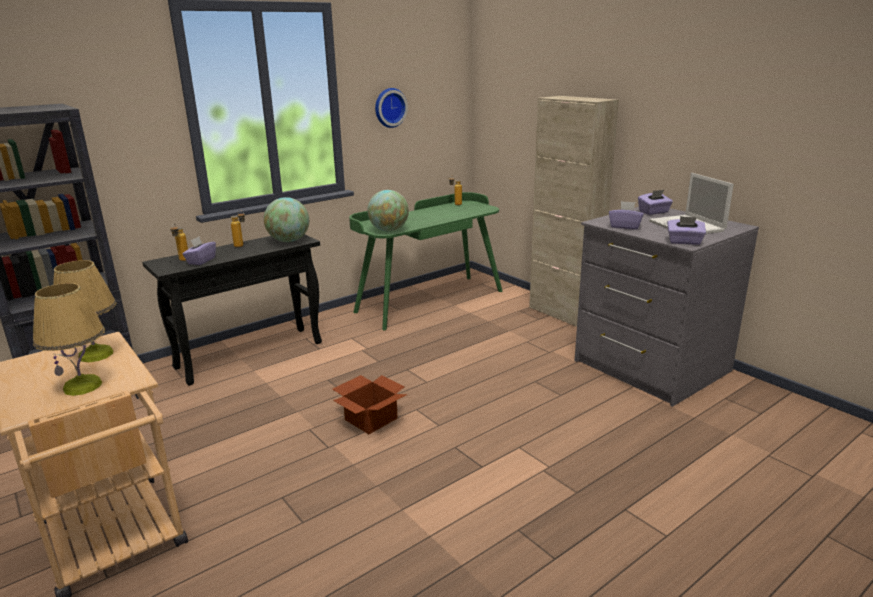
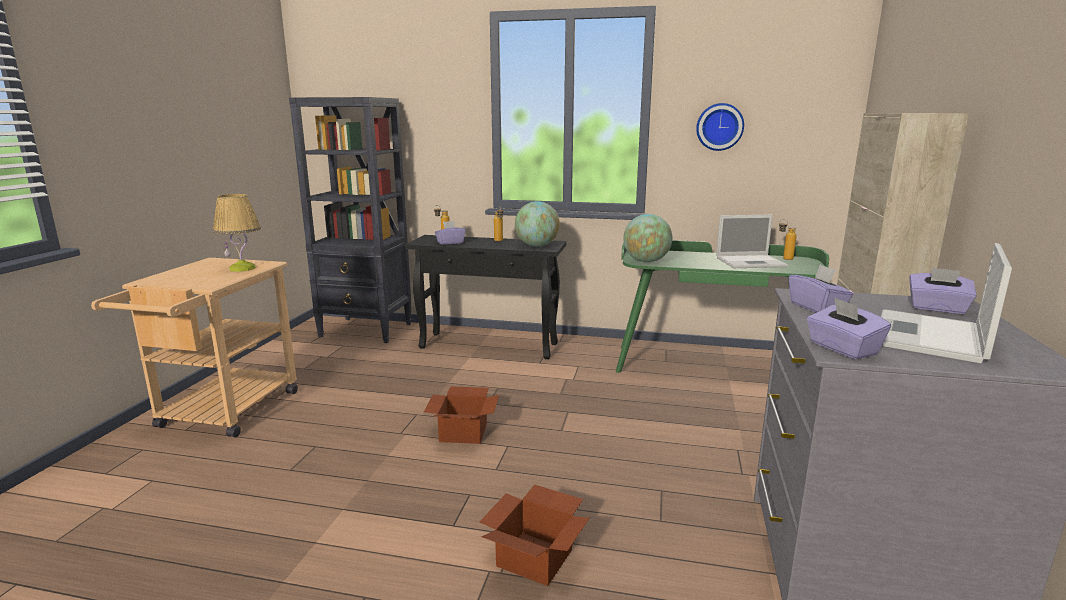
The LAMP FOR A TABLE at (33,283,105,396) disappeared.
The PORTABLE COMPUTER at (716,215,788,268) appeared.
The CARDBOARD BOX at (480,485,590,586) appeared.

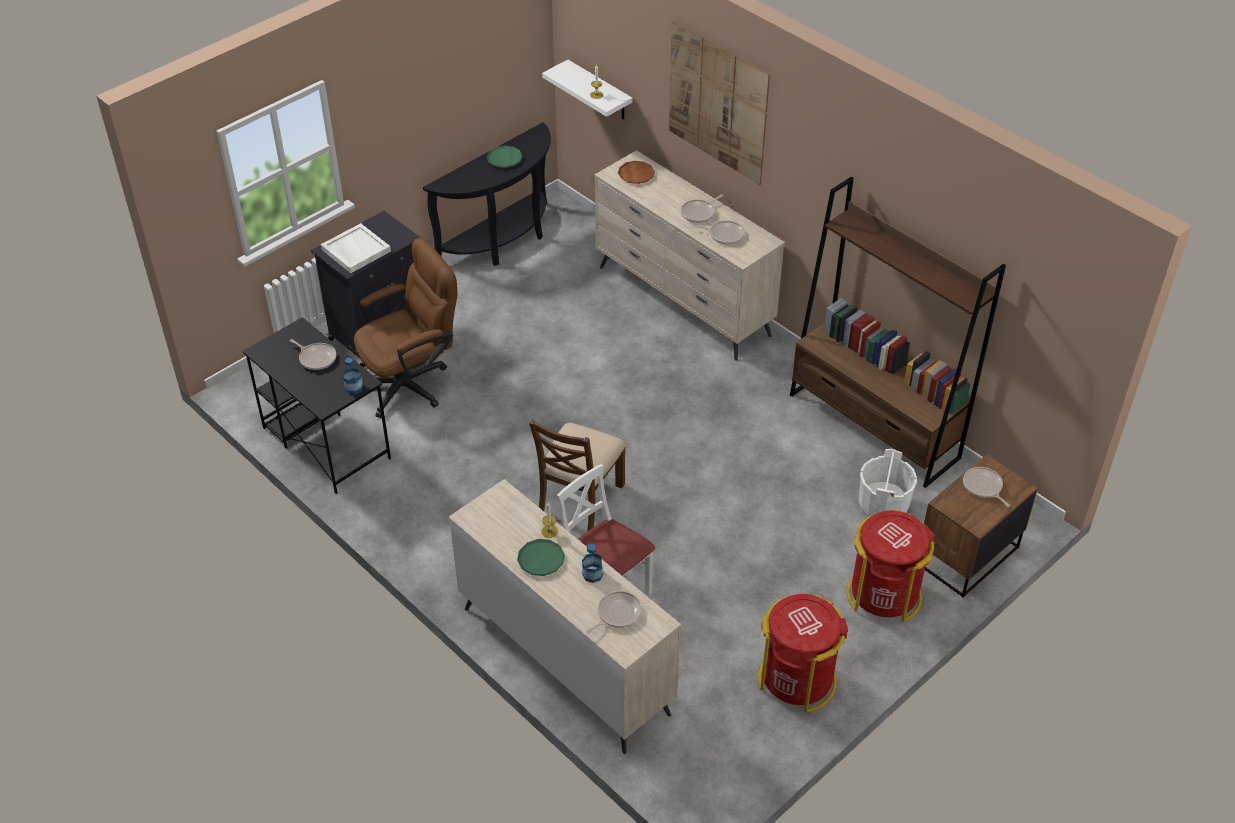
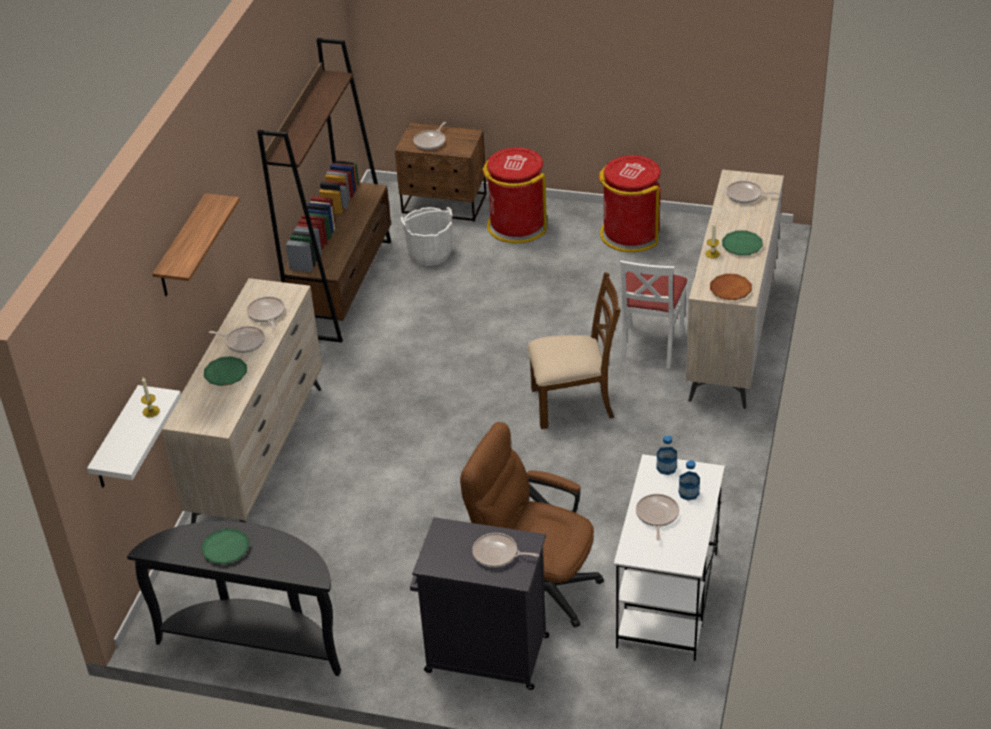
The WALL ART at (669,22,770,185) was replaced by the BRACKET SHELF at (152,193,240,296).
The BROWNISH FLAT DISH moved from (618,161,655,184) to (710,274,752,300).
The WHITE SERVING TRAY at (321,223,391,273) was replaced by the FRYING PAN at (472,533,539,568).
The BLACK DESK TABLE at (242,317,391,494) became the WHITE DESK TABLE at (614,454,725,661).
The BOTTLE moved from (582,544,603,583) to (679,460,700,501).
The GREEN-COLOURED FLAT DISH at (204,356,247,386) appeared.

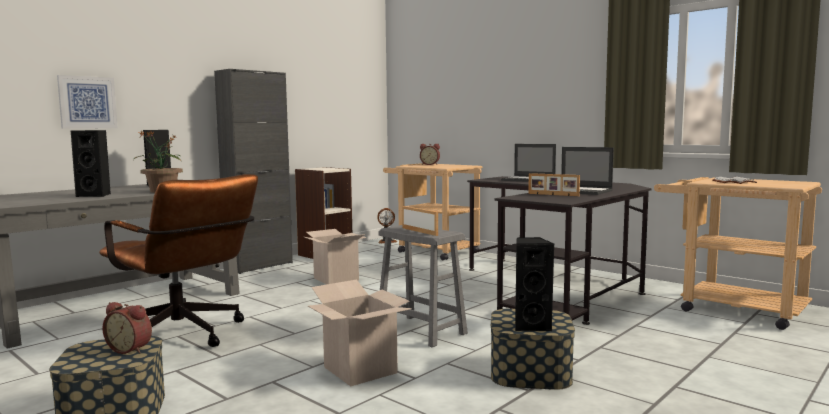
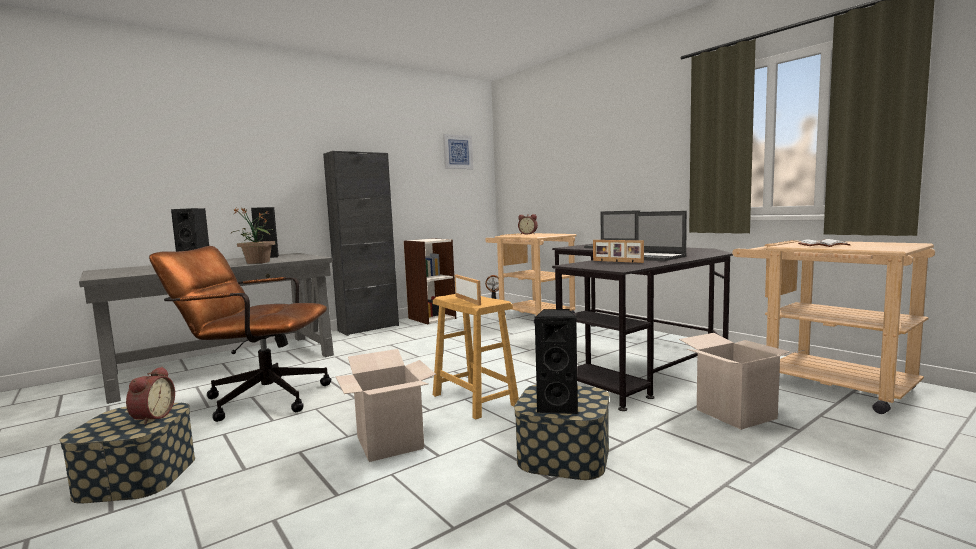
The WALL ART moved from (57,75,118,129) to (443,134,473,169).
The BROWNISH DESK CHAIR at (99,174,258,347) turned 135 degrees clockwise.
The GREY STOOL SEAT at (379,225,468,347) became the BROWNISH STOOL SEAT at (433,294,519,420).
The CARDBOARD BOX moved from (305,229,367,284) to (679,333,805,430).
The ALARM CLOCK at (103,302,152,354) turned 120 degrees counterclockwise.

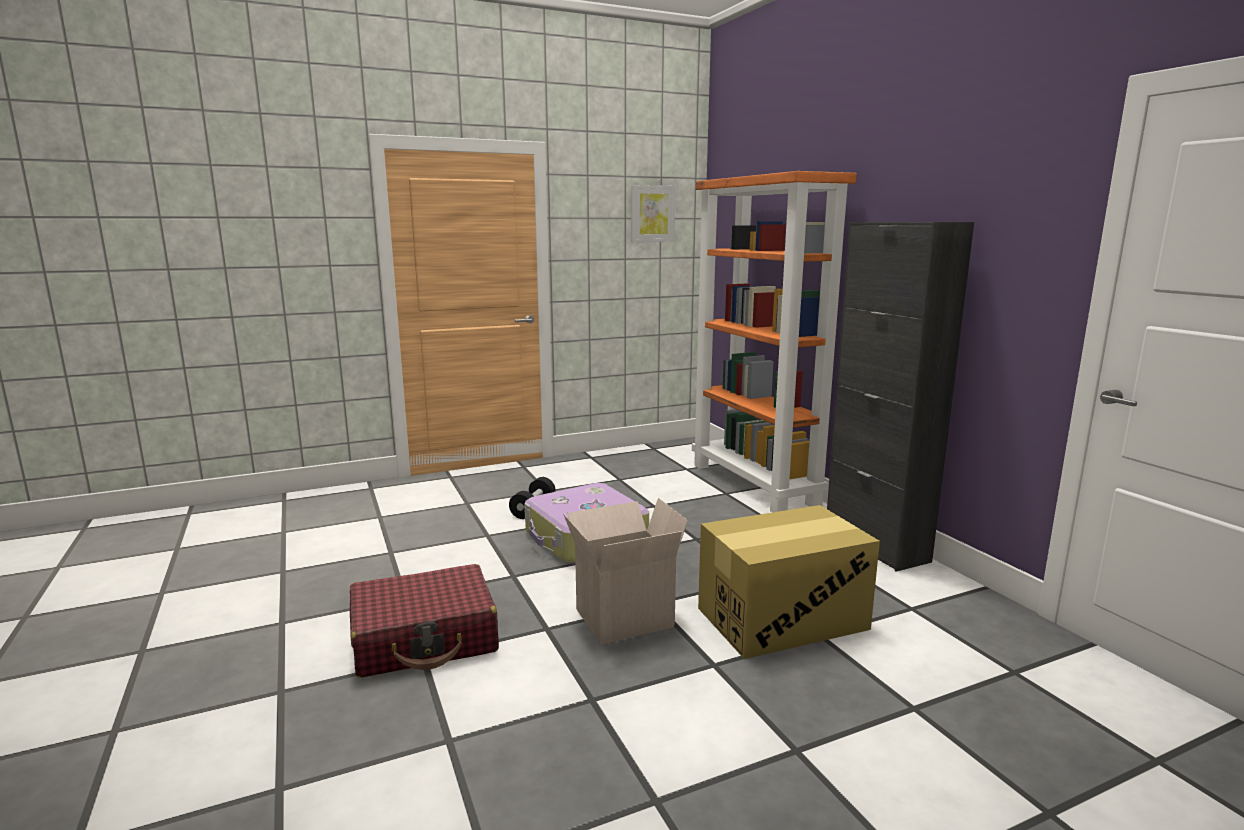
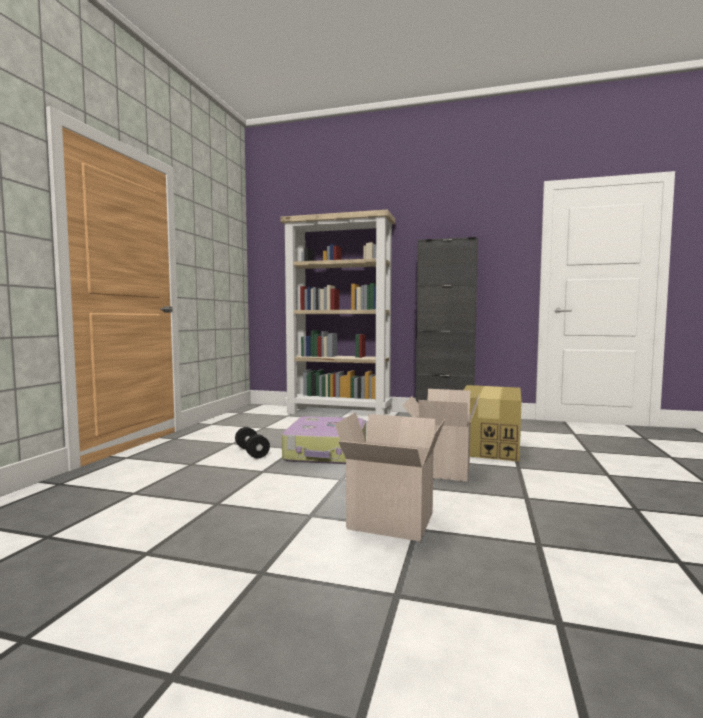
The ORANGE-COLOURED SHELVING UNIT at (692,171,857,512) became the BEIGE SHELVING UNIT at (280,210,395,415).
The WALL ART at (631,185,676,242) disappeared.
The REDDISH TRAVEL CASE at (350,564,499,678) was replaced by the CARDBOARD BOX at (335,412,445,541).

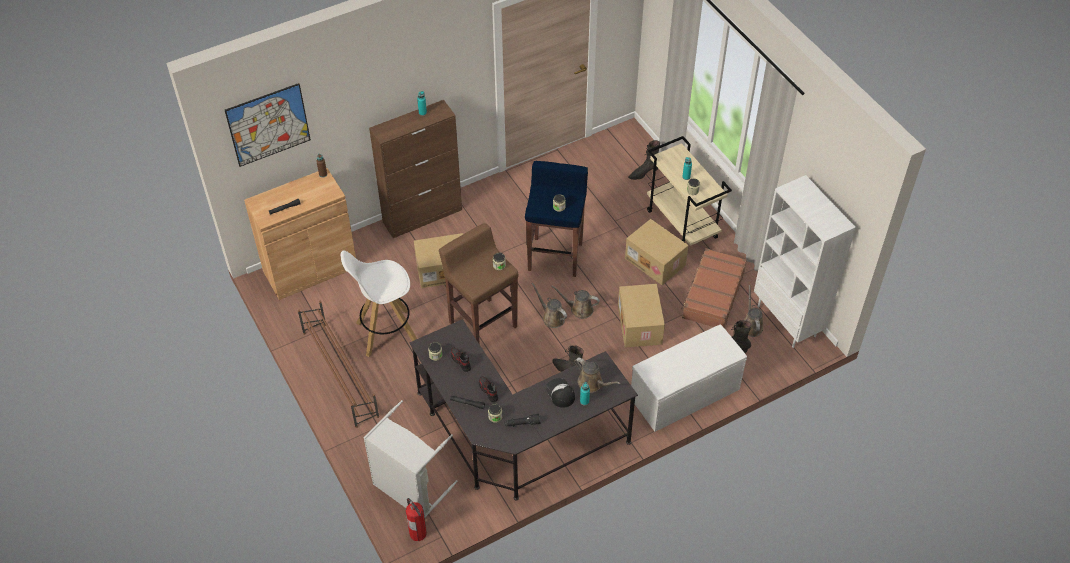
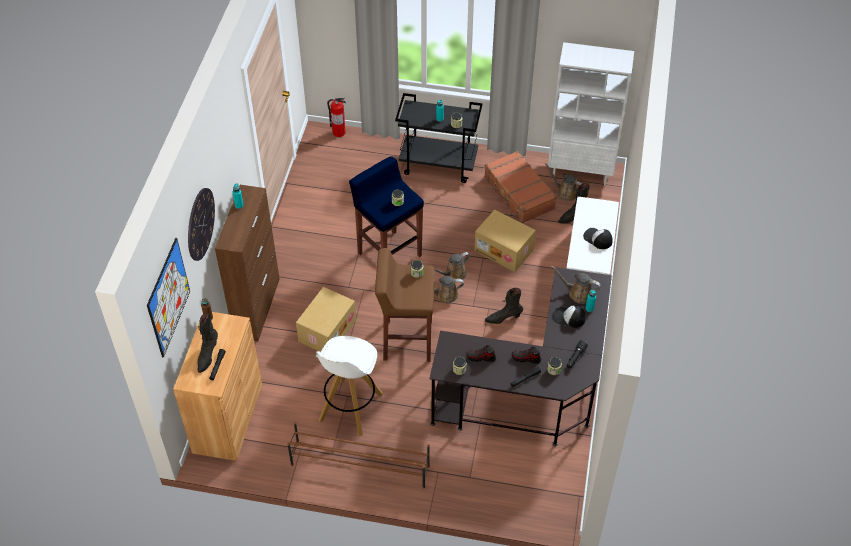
The BEIGE CART at (647,136,732,246) became the BLACK CART at (395,93,483,183).
The BLACK TALL BOOT moved from (628,140,660,180) to (198,314,218,373).
The CARDBOARD BOX at (625,219,689,285) disappeared.
The BROWNISH SPRINKLING CAN at (575,357,620,393) turned 150 degrees counterclockwise.
The GREY LAUNDRY BASKET at (363,400,458,518) disappeared.
The EXTINGUISHER moved from (406,498,427,541) to (327,98,346,137).
The WALL CLOCK at (188,188,215,261) appeared.
The CAP at (583,228,613,249) appeared.

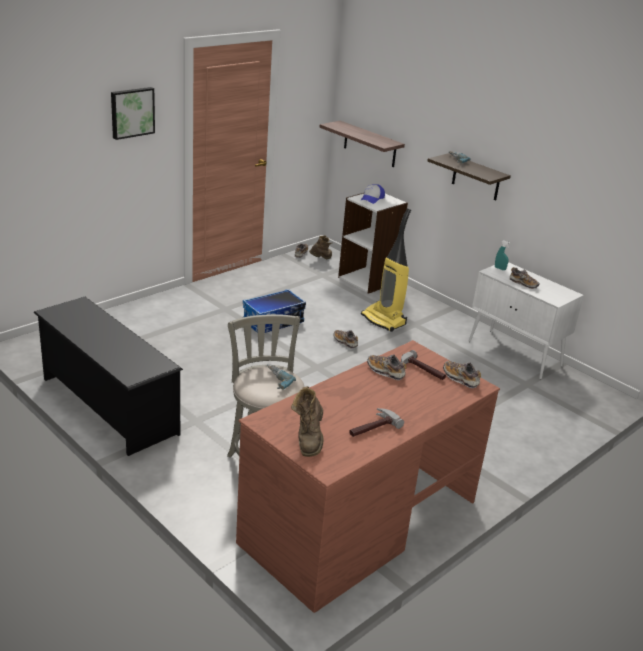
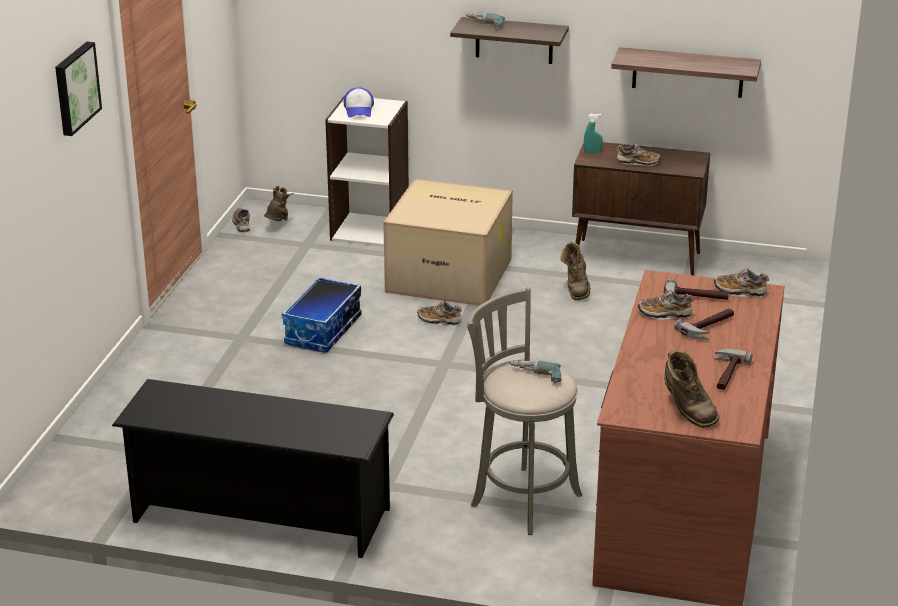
The BRACKET SHELF moved from (319,121,405,167) to (611,47,761,98).
The HOOVER at (361,208,411,332) was replaced by the CARDBOARD BOX at (383,179,513,306).
The WHITE STORAGE CABINET at (469,262,584,379) became the BROWNISH STORAGE CABINET at (572,142,710,275).
The BROWNISH TALL BOOT at (560,242,590,300) appeared.
The HAMMER at (674,308,734,340) appeared.

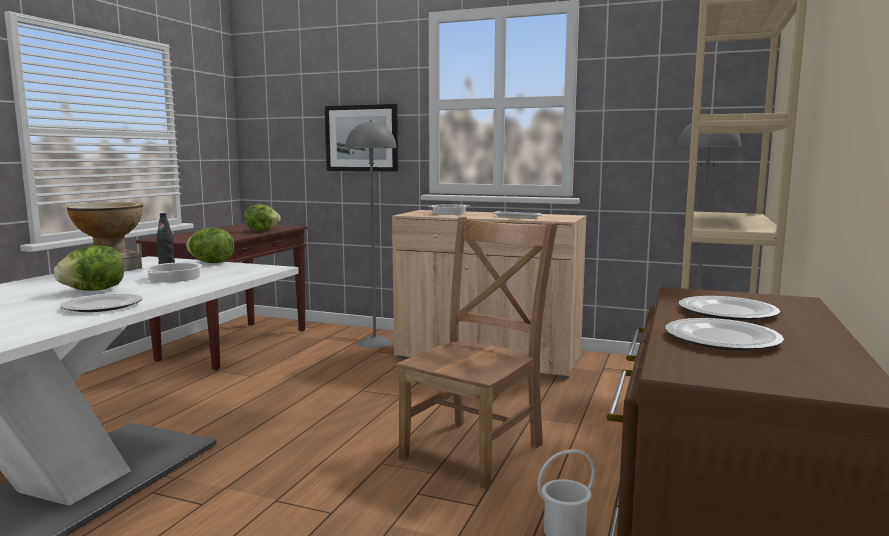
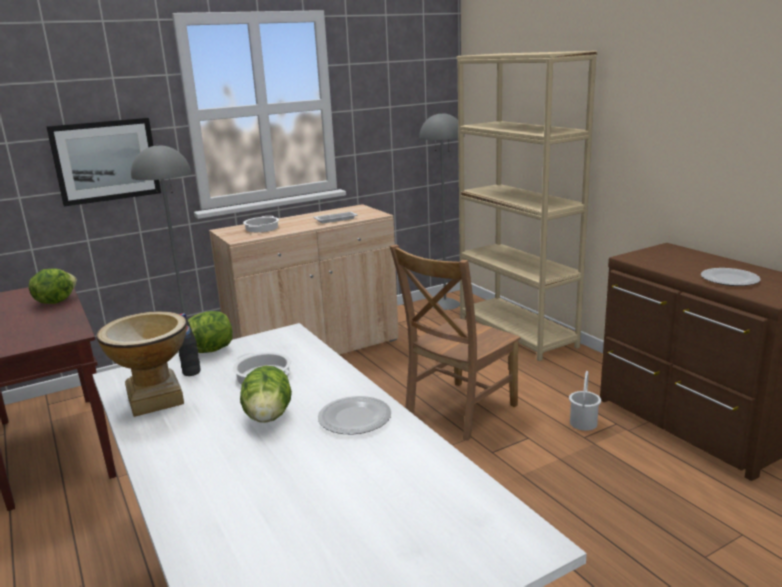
The BROWNISH UPRIGHT CHAIR at (396,217,558,489) turned 120 degrees counterclockwise.
The FLAT DISH at (679,296,780,321) disappeared.

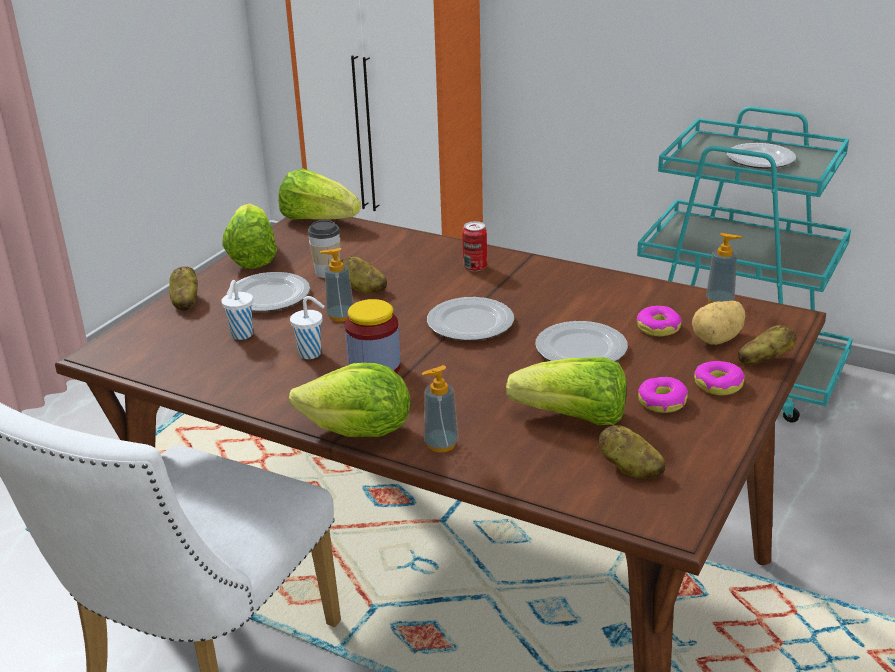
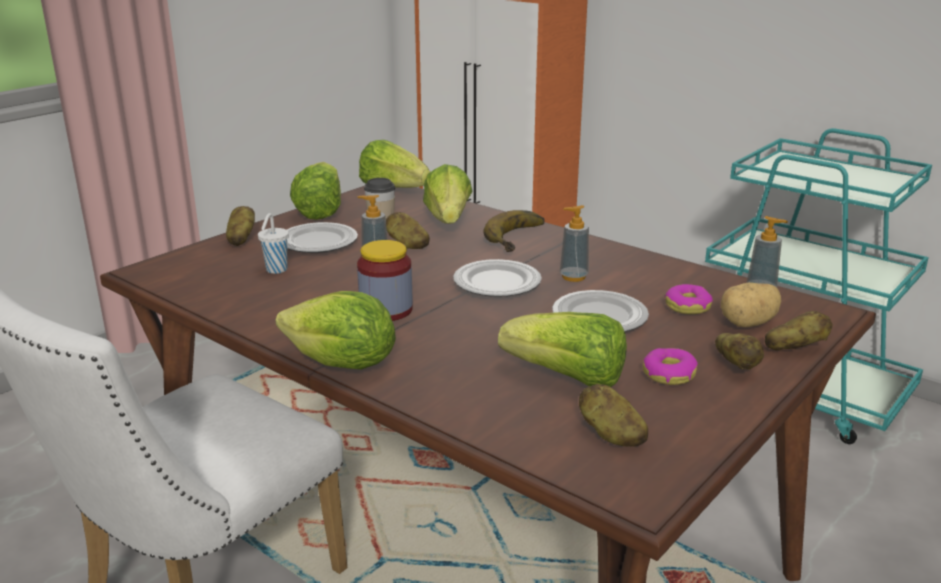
The FLAT DISH at (727,143,796,169) disappeared.
The METAL CAN at (462,221,487,271) was replaced by the BANANA FRUIT at (484,210,544,252).
The WHITE SMALL CUP at (290,296,325,359) disappeared.
The RING DOUGHNUT at (694,361,745,395) was replaced by the POTATO at (715,333,764,370).
The SOAP BOTTLE moved from (421,365,458,452) to (560,205,589,282).
The LETTUCE at (423,164,472,224) appeared.

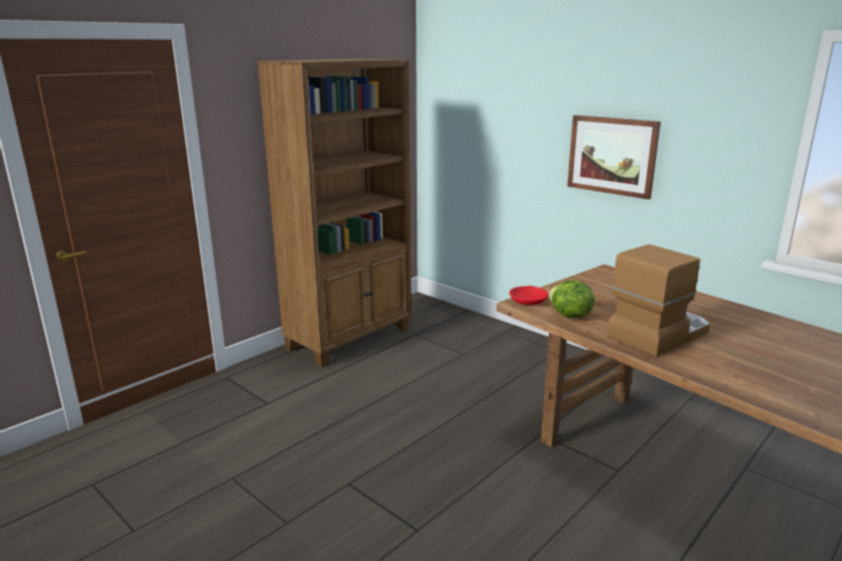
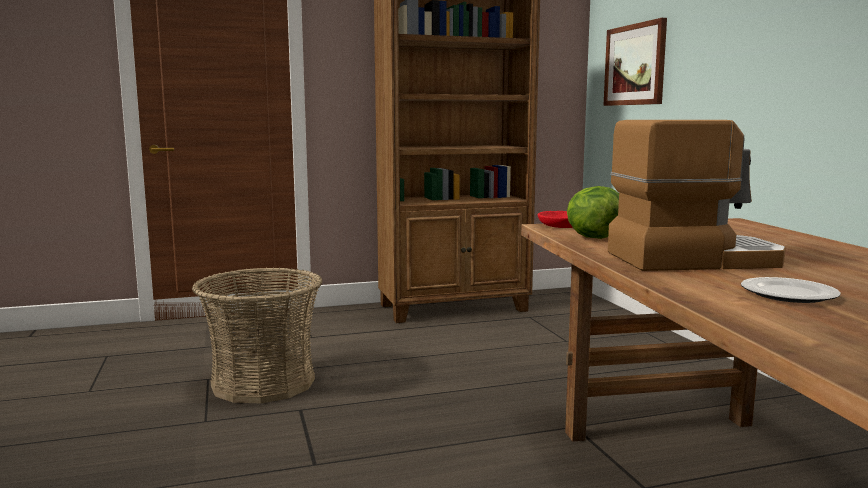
The WALL ART moved from (567,115,661,200) to (603,18,667,106).
The STORAGE BASKET at (192,267,322,403) appeared.
The FLAT DISH at (741,277,841,303) appeared.

